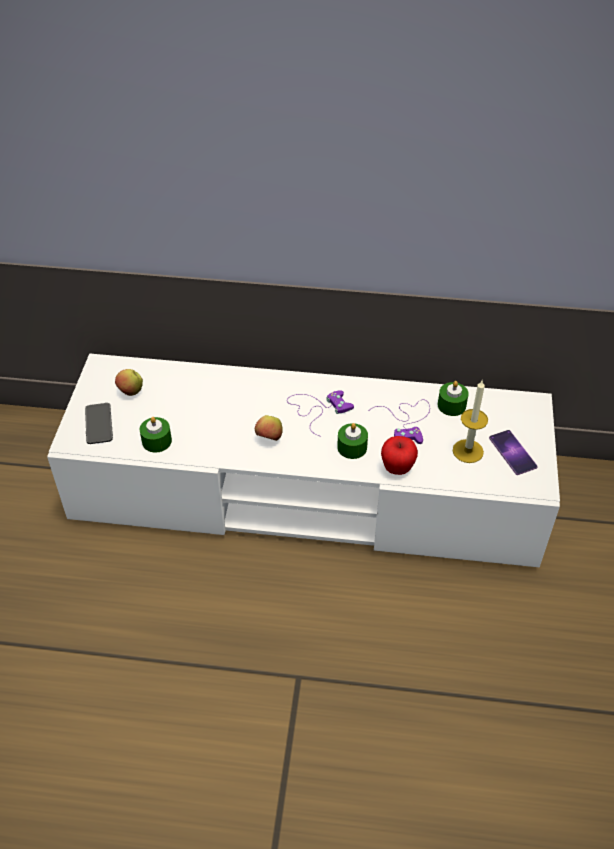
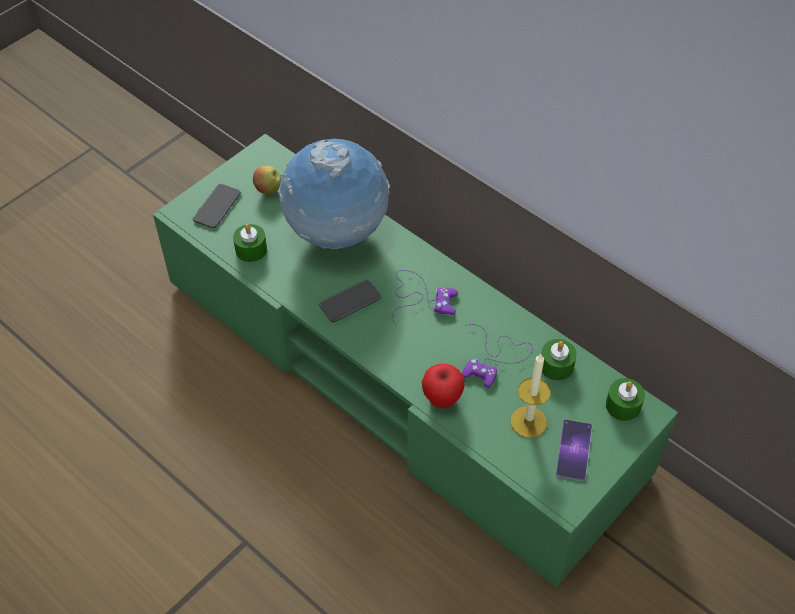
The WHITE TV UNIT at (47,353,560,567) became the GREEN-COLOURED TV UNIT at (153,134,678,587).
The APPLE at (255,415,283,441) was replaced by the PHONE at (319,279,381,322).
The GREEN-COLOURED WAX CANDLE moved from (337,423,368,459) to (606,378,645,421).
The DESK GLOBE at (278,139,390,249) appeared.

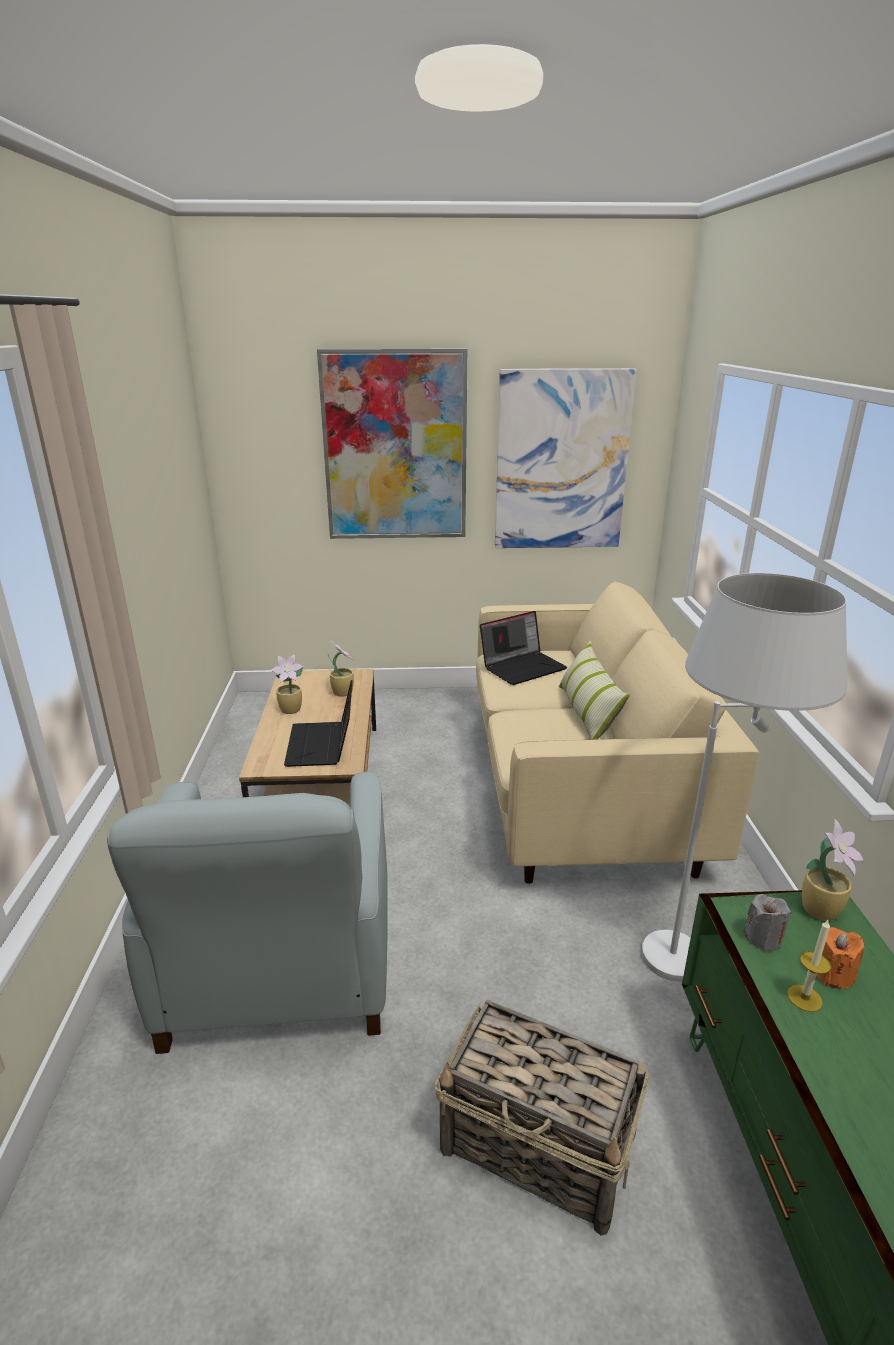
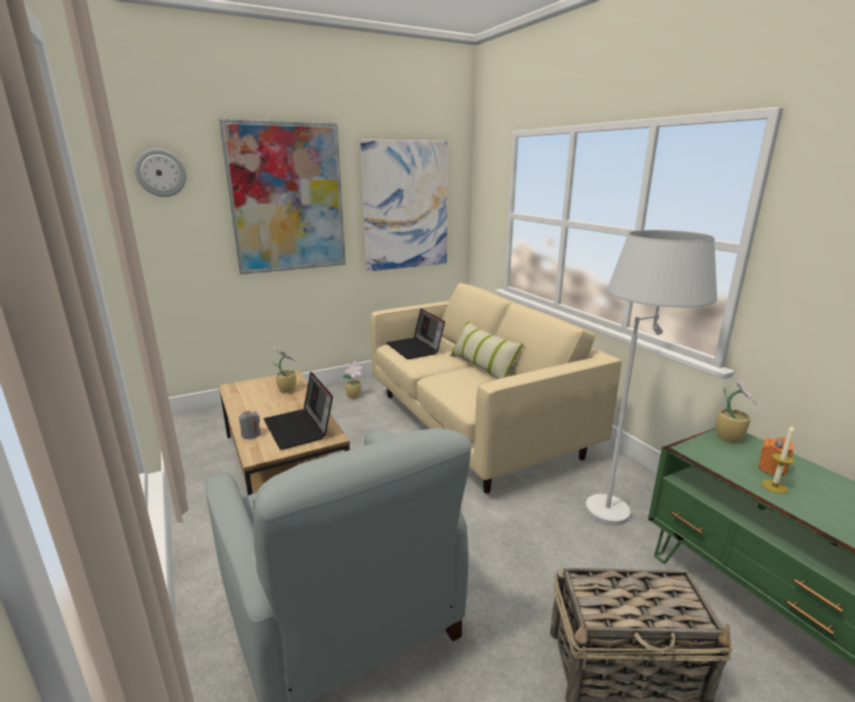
The PORTABLE COMPUTER at (480,611,567,685) turned 120 degrees clockwise.
The PLANT IN A POT moved from (271,655,303,714) to (342,361,362,399).
The GREY WAX CANDLE moved from (743,894,791,951) to (239,411,261,440).
The WALL CLOCK at (135,149,187,197) appeared.

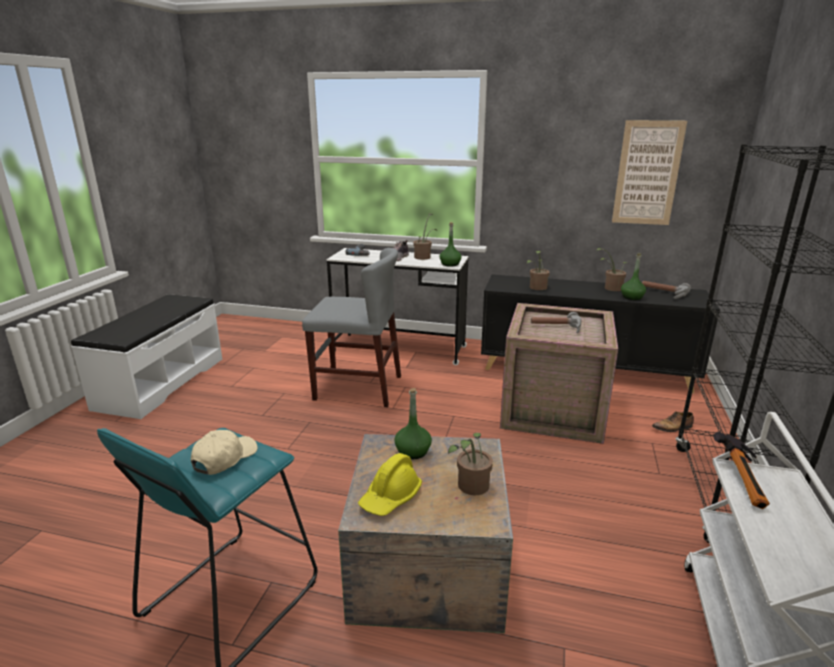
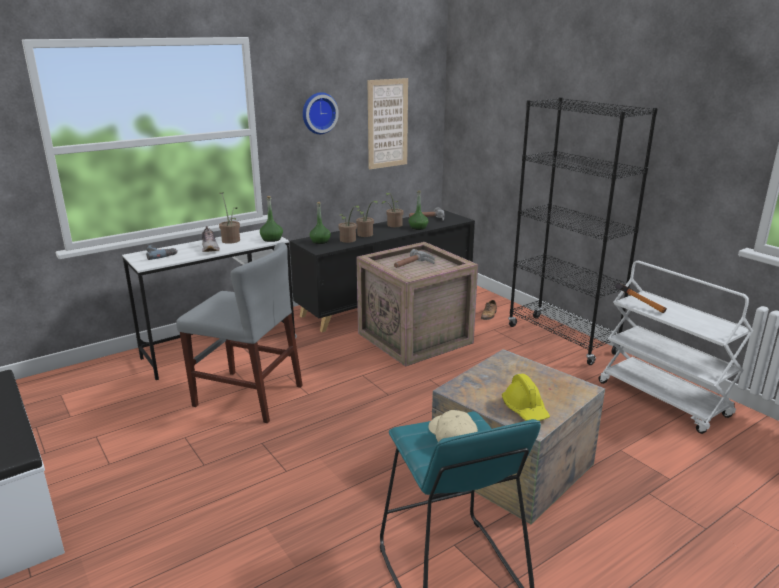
The GREY UPRIGHT CHAIR at (302,248,401,407) turned 60 degrees clockwise.
The GREEN-COLOURED BOTTLE moved from (394,388,432,459) to (309,202,331,244).
The PLANT IN A POT moved from (448,433,493,495) to (356,201,378,237).
The WALL CLOCK at (303,92,339,134) appeared.

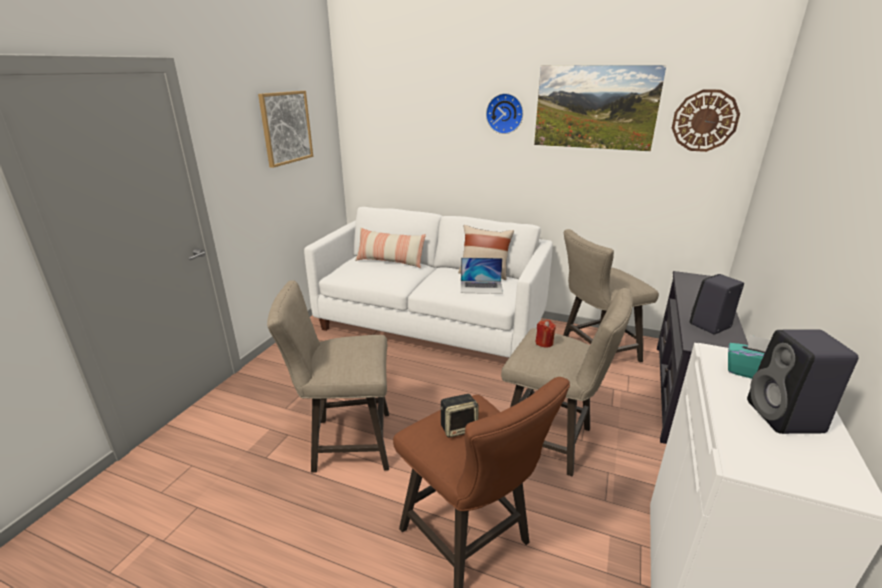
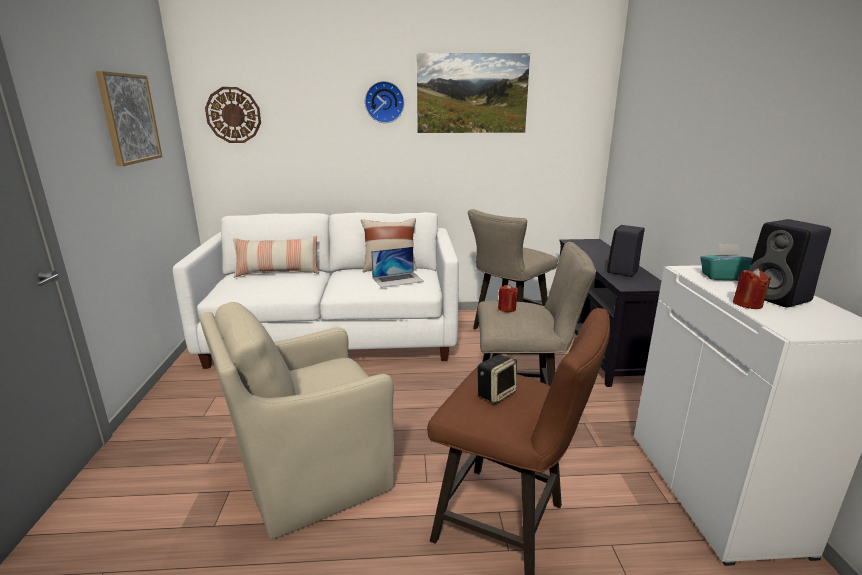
The WALL CLOCK moved from (672,89,740,152) to (205,87,261,143).
The BEIGE STOOL SEAT at (267,280,389,473) was replaced by the BEIGE LOUNGE CHAIR at (200,302,395,539).
The REDDISH WAX CANDLE at (733,268,771,309) appeared.

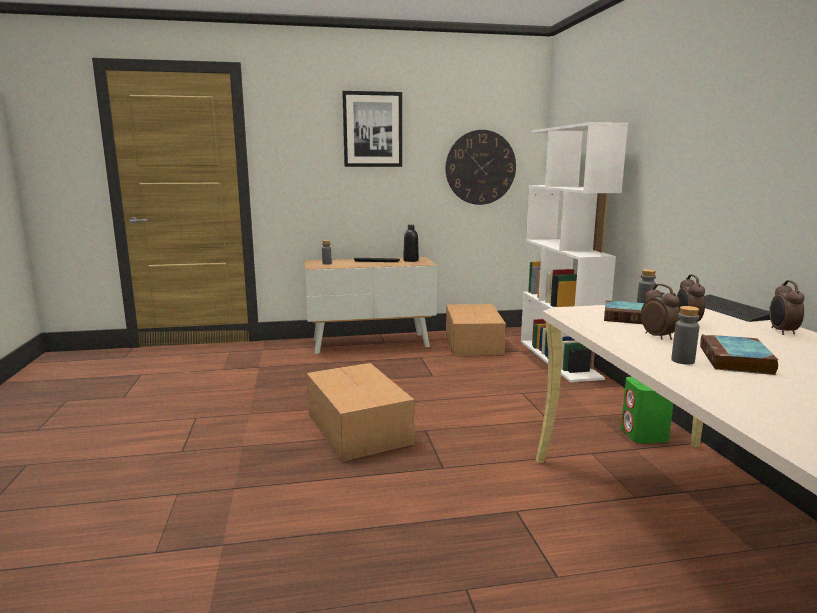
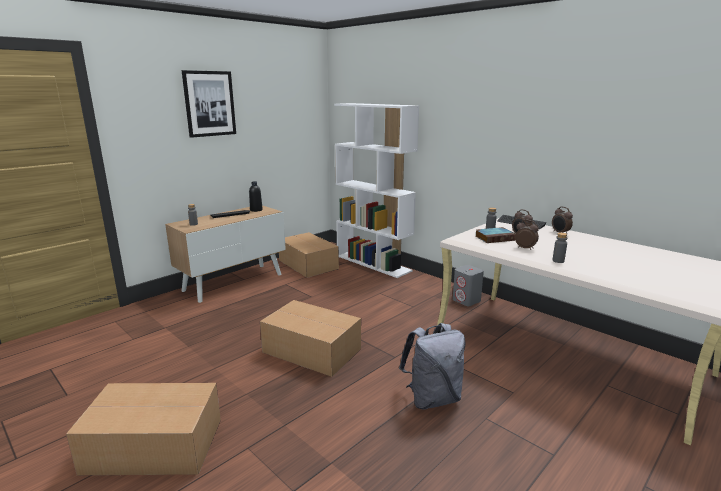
The WALL CLOCK at (446,130,516,205) disappeared.
The VOLUME at (700,334,779,375) disappeared.
The GREEN-COLOURED AUDIO SPEAKER at (621,377,674,443) became the GREY AUDIO SPEAKER at (453,265,484,306).
The GREY RUCKSACK at (399,323,465,410) appeared.
The CARDBOARD BOX at (66,383,221,475) appeared.

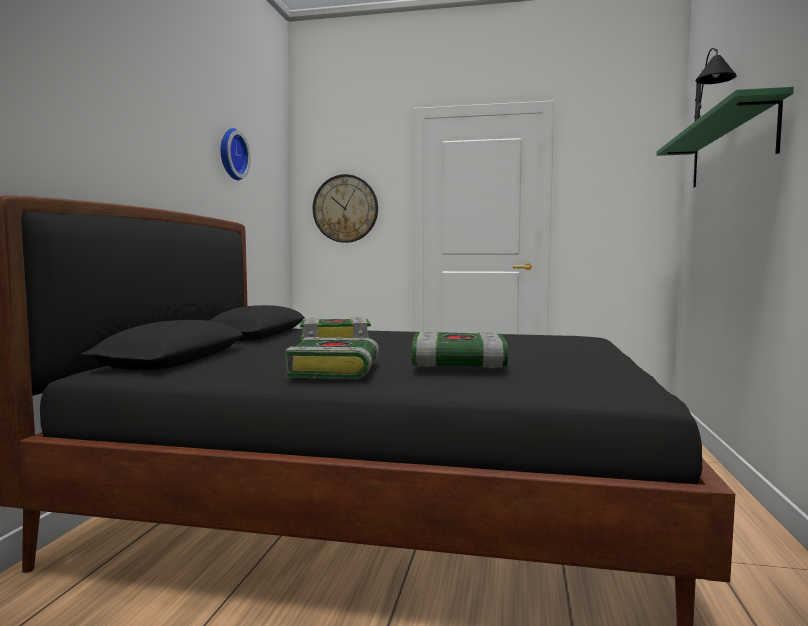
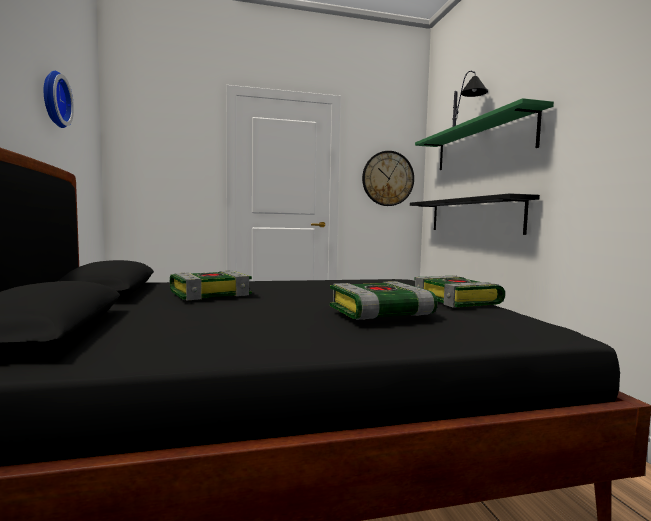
The WALL CLOCK moved from (313,174,378,243) to (362,151,414,206).
The VOLUME moved from (286,337,379,379) to (415,275,505,308).
The BLACK BRACKET SHELF at (410,193,540,235) appeared.

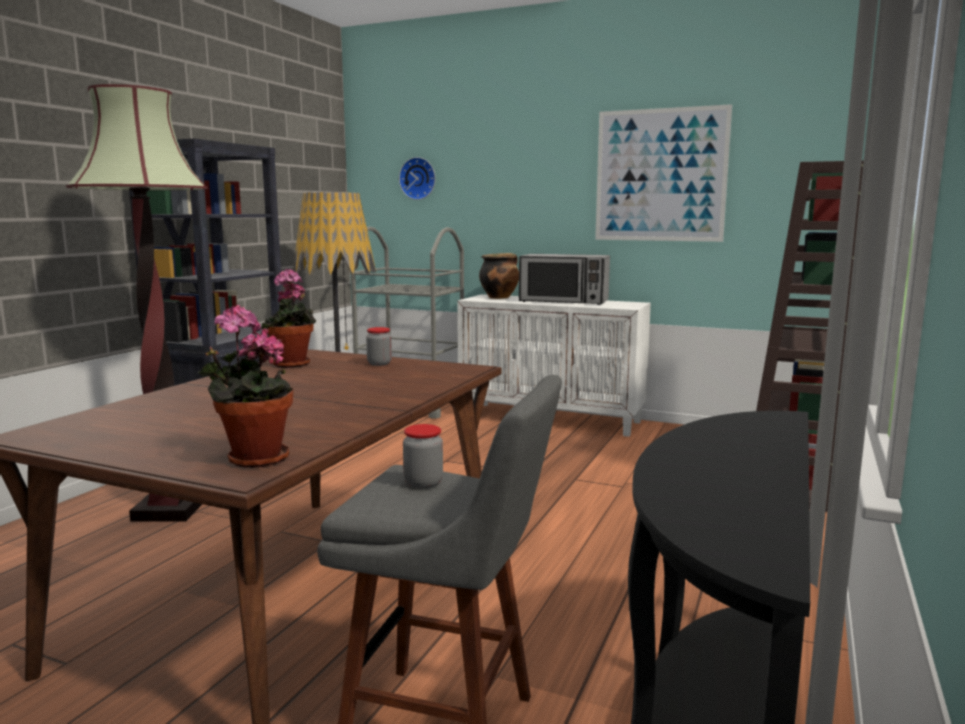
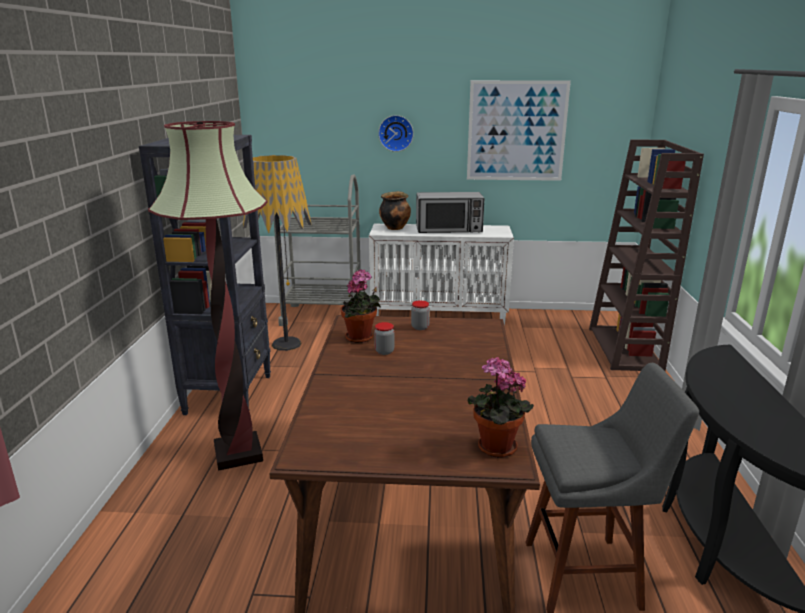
The WALL CLOCK moved from (399,157,436,200) to (378,115,414,152).
The JAR moved from (403,424,443,489) to (374,322,395,355).

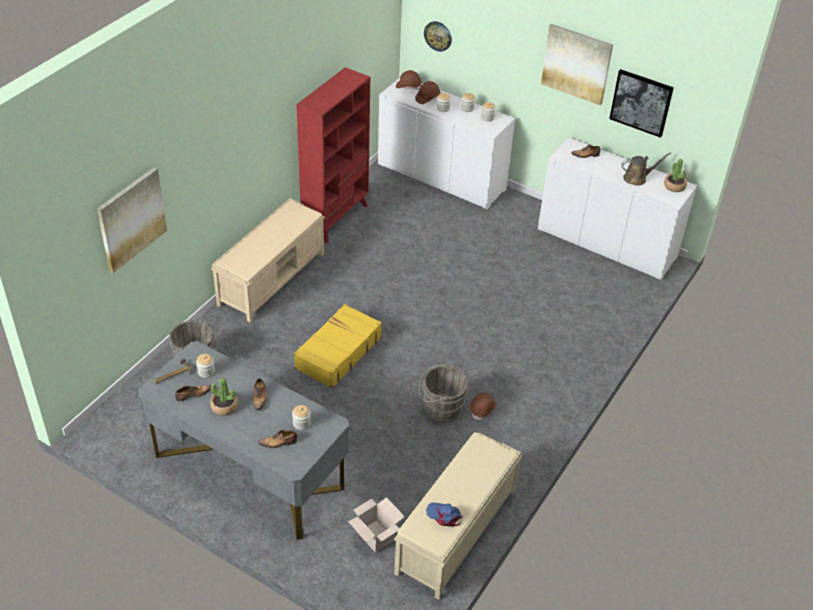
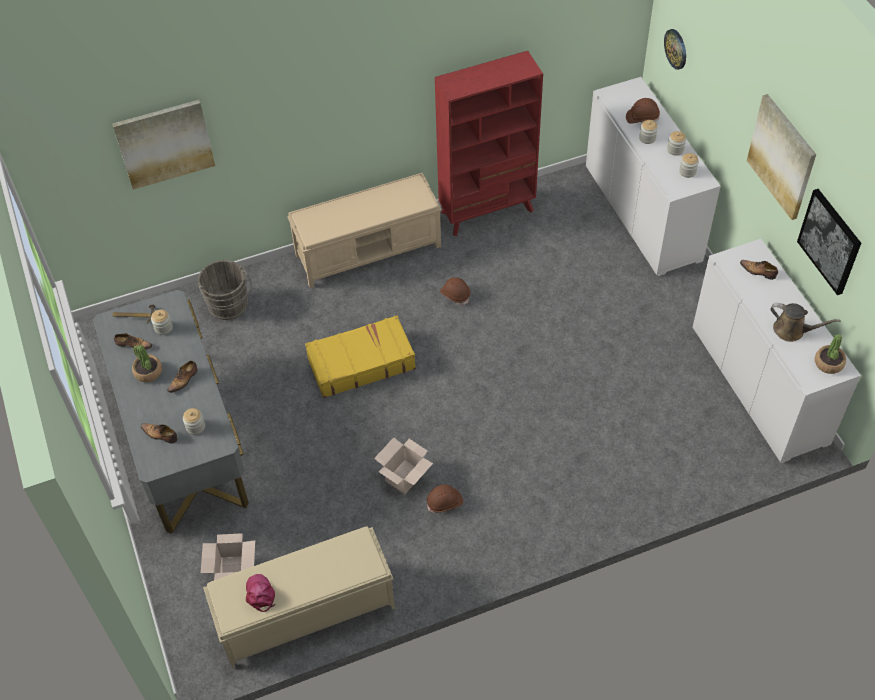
The BROWNISH WORK HELMET moved from (396,70,422,90) to (440,277,470,305).
The GREY BUCKET at (419,363,468,423) was replaced by the CARDBOARD BOX at (374,437,433,494).
The BLUISH CAP at (426,502,463,527) became the PINK-COLOURED CAP at (246,574,275,612).

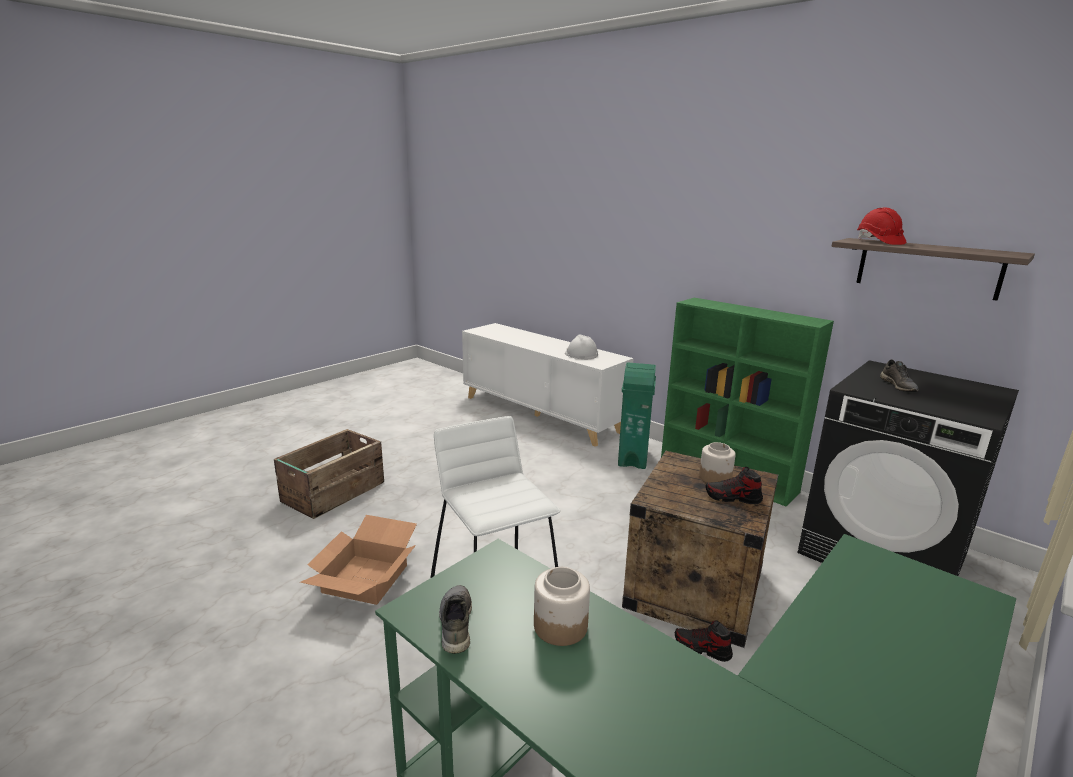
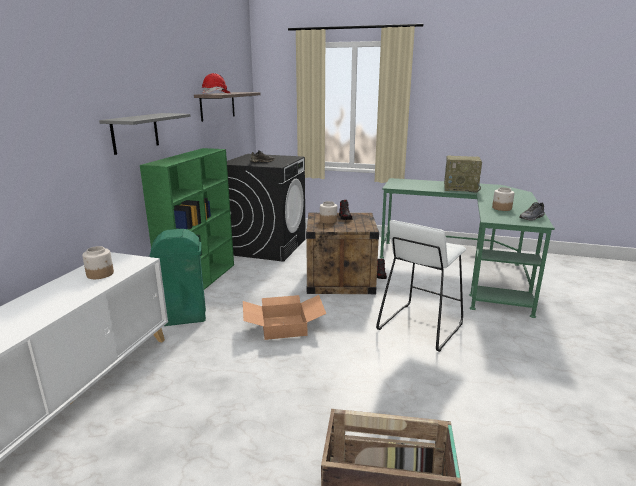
The WHITE WORK HELMET at (565,334,598,359) was replaced by the JAR at (82,246,114,279).
The CARDBOARD BOX moved from (300,515,417,605) to (243,295,326,340).
The GREY BRACKET SHELF at (99,113,191,155) appeared.
The RADIO at (444,156,482,193) appeared.

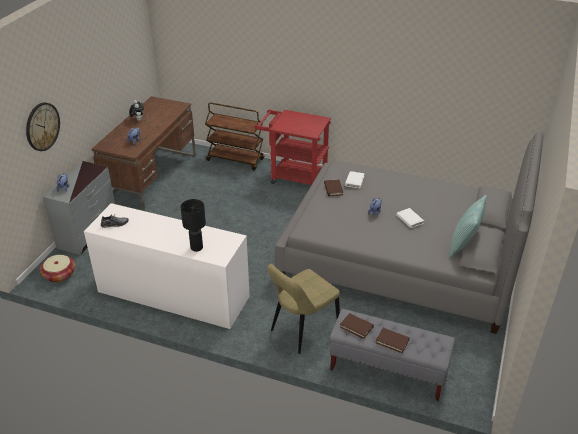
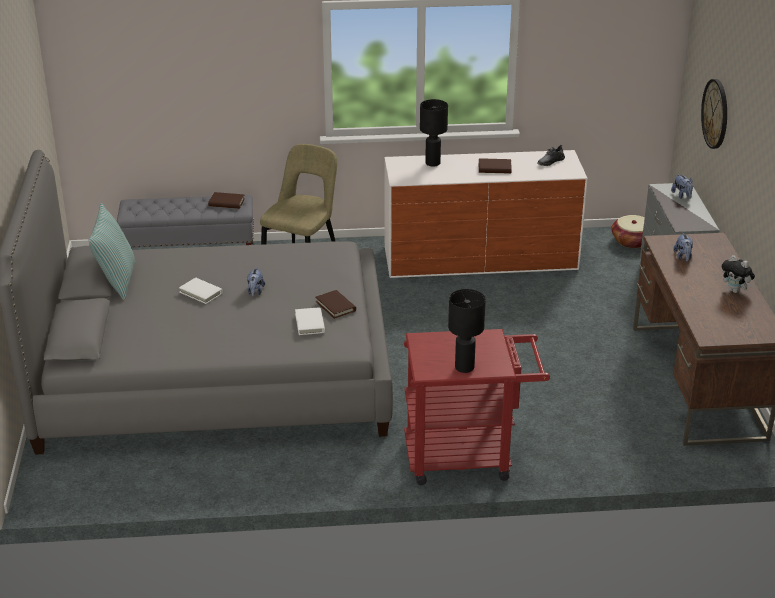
The BROWNISH CART at (205,102,264,170) disappeared.
The BROWNISH VOLUME moved from (375,328,410,353) to (479,158,512,174).
The BLACK LAMP FOR A TABLE at (448,289,486,373) appeared.

